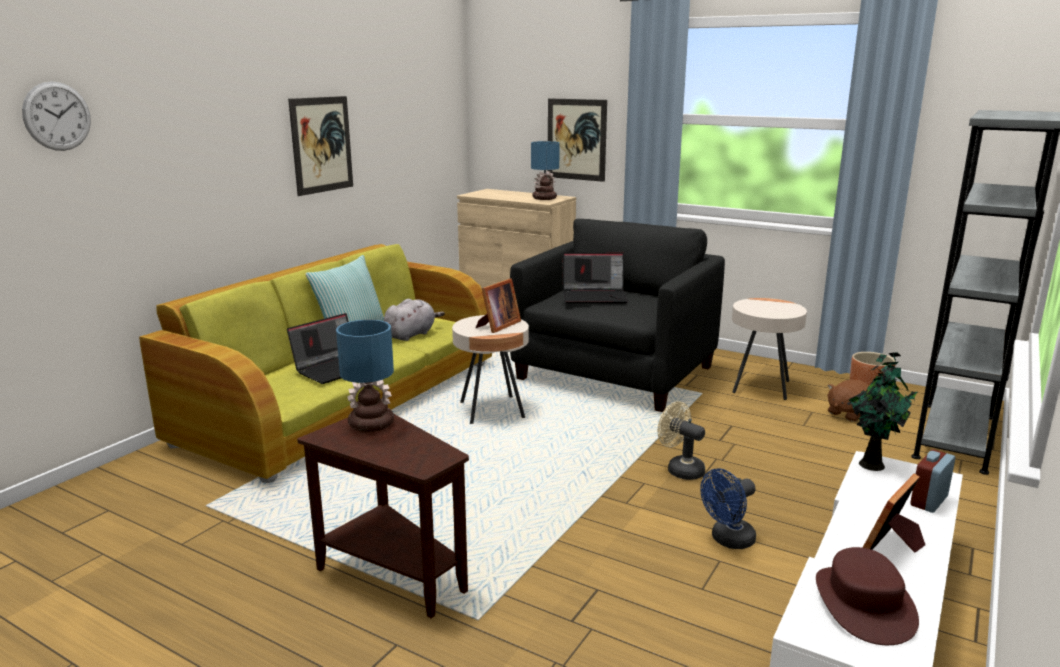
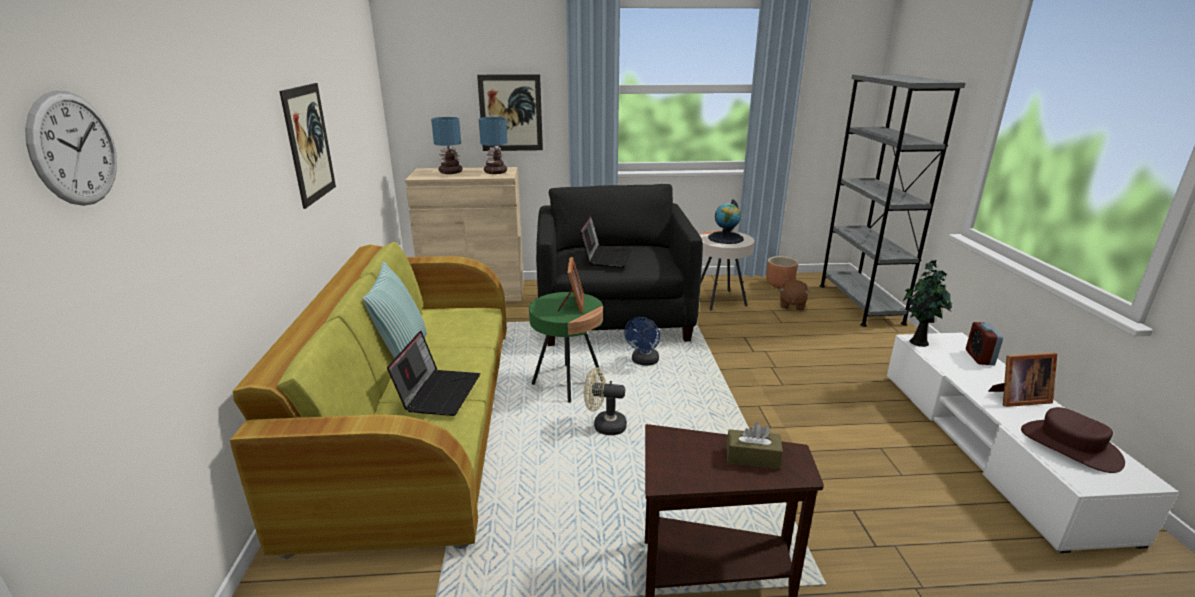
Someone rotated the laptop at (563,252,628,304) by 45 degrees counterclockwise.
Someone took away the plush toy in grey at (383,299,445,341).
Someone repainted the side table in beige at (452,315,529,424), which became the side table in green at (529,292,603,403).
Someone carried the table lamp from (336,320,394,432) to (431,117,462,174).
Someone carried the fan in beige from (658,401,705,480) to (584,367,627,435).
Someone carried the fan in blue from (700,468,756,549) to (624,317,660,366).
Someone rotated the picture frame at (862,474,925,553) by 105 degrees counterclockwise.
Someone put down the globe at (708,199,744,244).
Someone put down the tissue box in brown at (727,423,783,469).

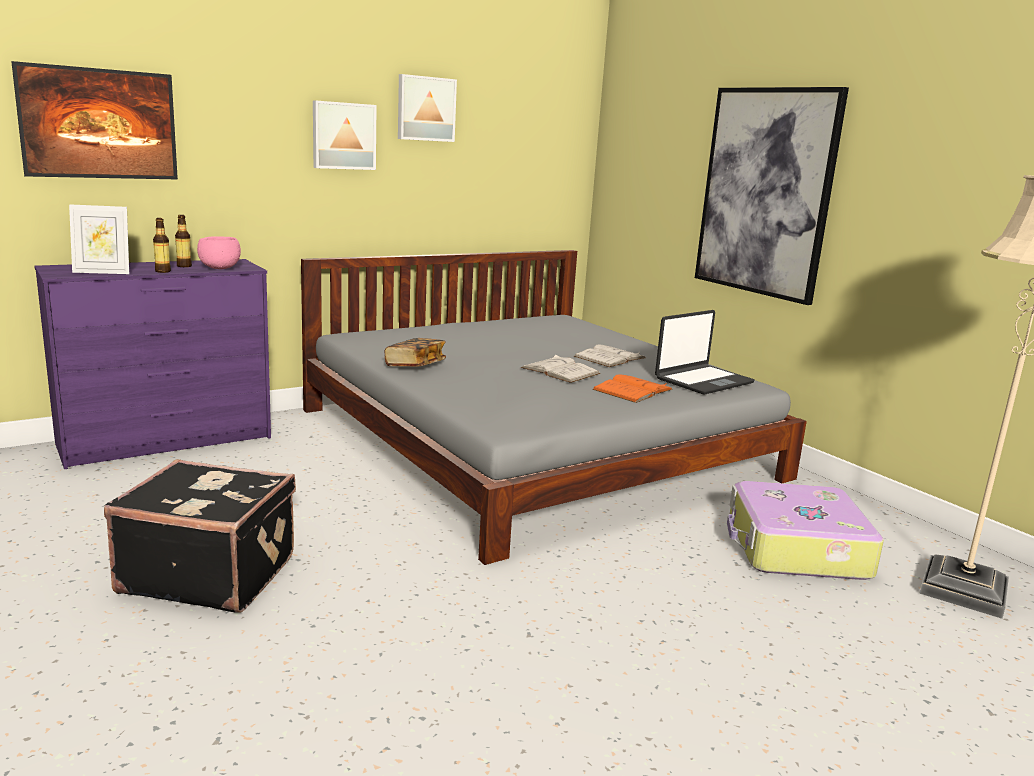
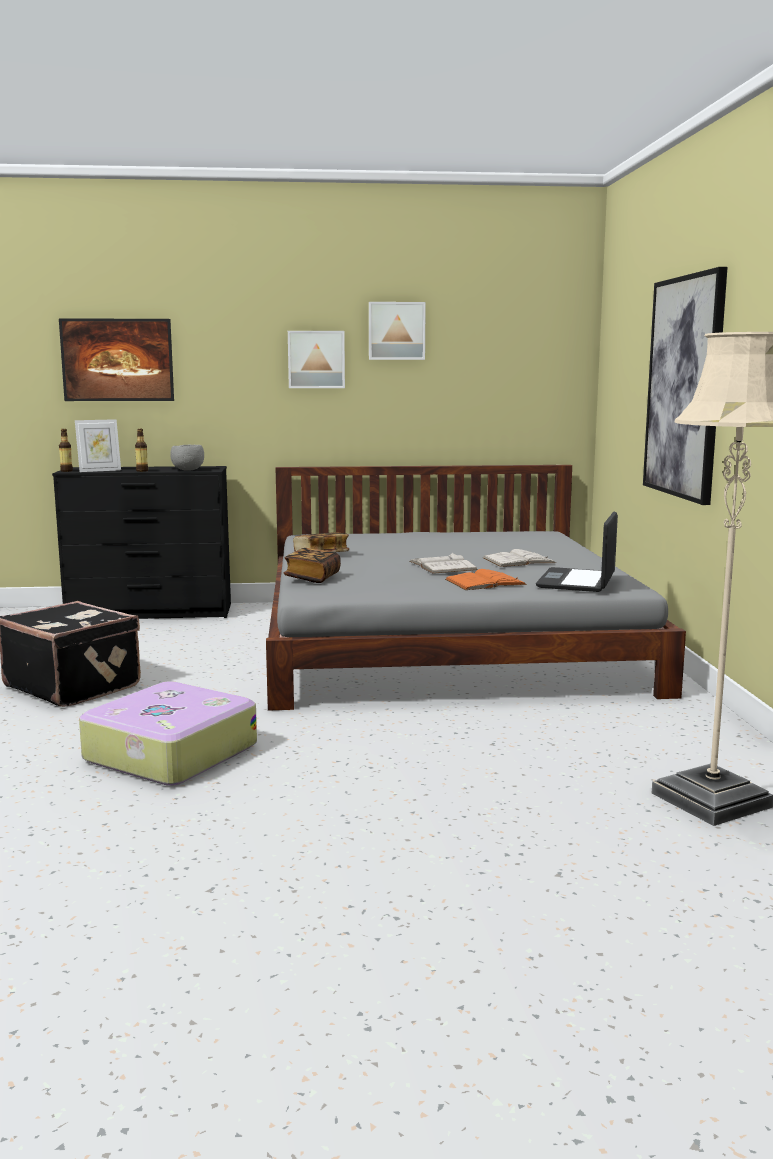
Someone rotated the picture frame at (69,204,129,274) by 45 degrees counterclockwise.
Someone carried the bottle from (175,215,192,267) to (59,429,73,472).
Someone repainted the bowl in pink at (197,236,241,269), which became the bowl in grey at (170,445,204,471).
Someone repainted the dresser in purple at (34,259,271,469), which became the dresser in black at (52,466,231,619).
Someone rotated the laptop at (655,310,755,395) by 120 degrees clockwise.
Someone carried the suitcase from (727,481,884,580) to (79,681,257,786).
Someone put down the book at (284,548,341,583).

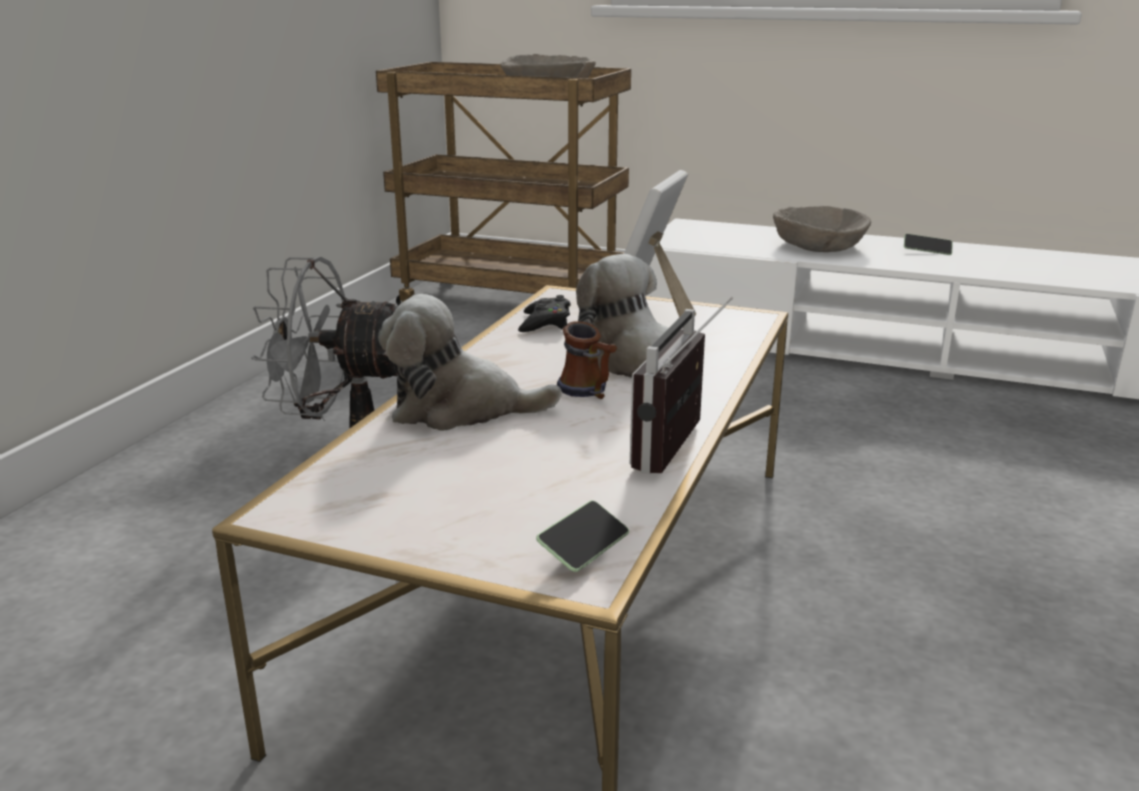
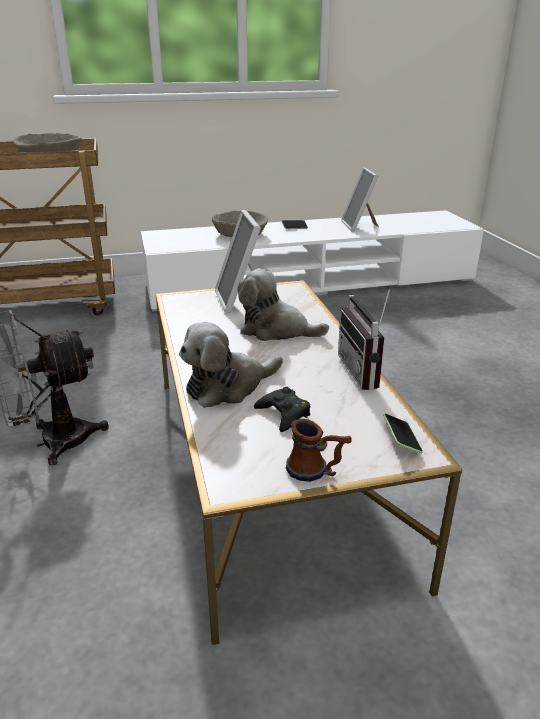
Someone carried the game controller in black from (518,295,571,332) to (254,387,310,432).
Someone carried the mug from (557,321,617,399) to (286,419,352,482).
Someone put down the picture frame at (341,167,379,232).

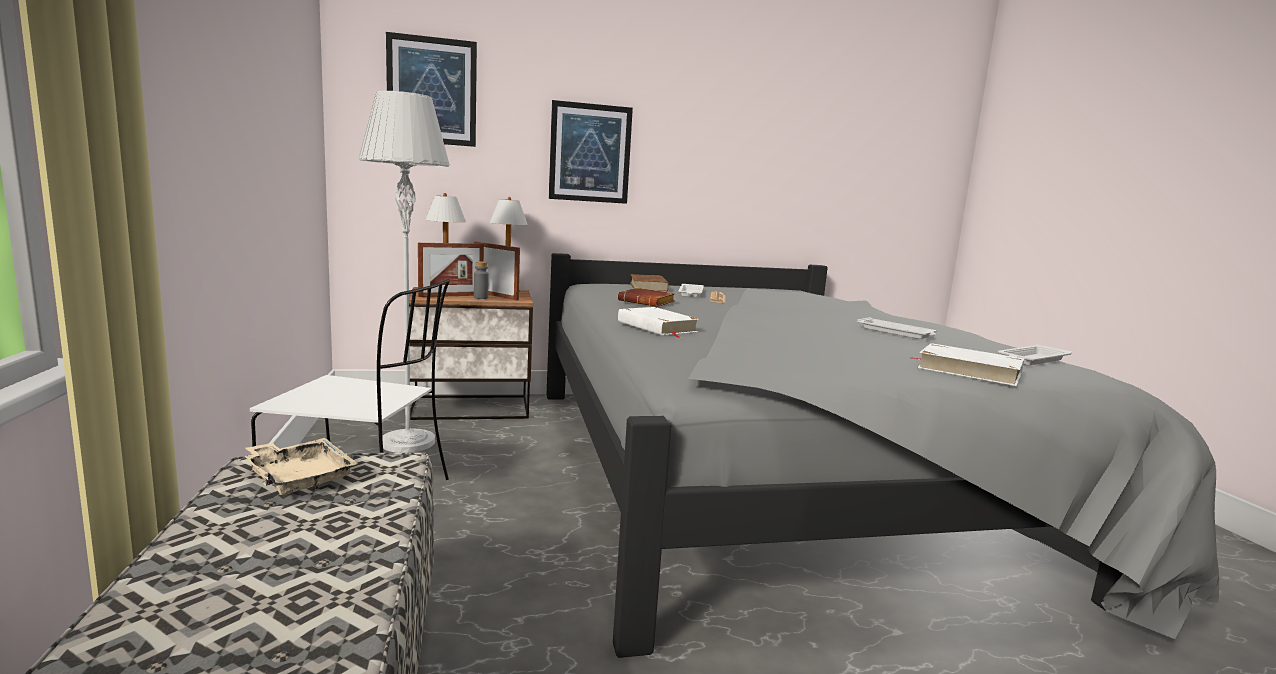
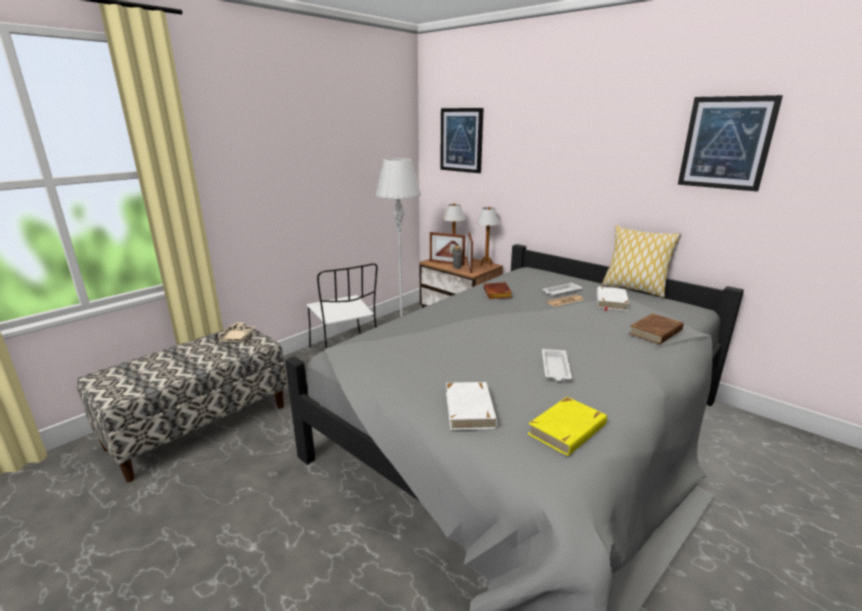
Someone carried the picture from (549,100,633,204) to (678,95,783,192).
Someone carried the book in brown from (630,274,669,291) to (629,313,684,344).
Someone carried the book in white from (618,307,699,338) to (597,286,629,311).
Someone swapped the tray in white at (997,344,1072,365) for the book in yellow at (528,397,607,456).
Someone put down the pillow at (602,226,681,298).

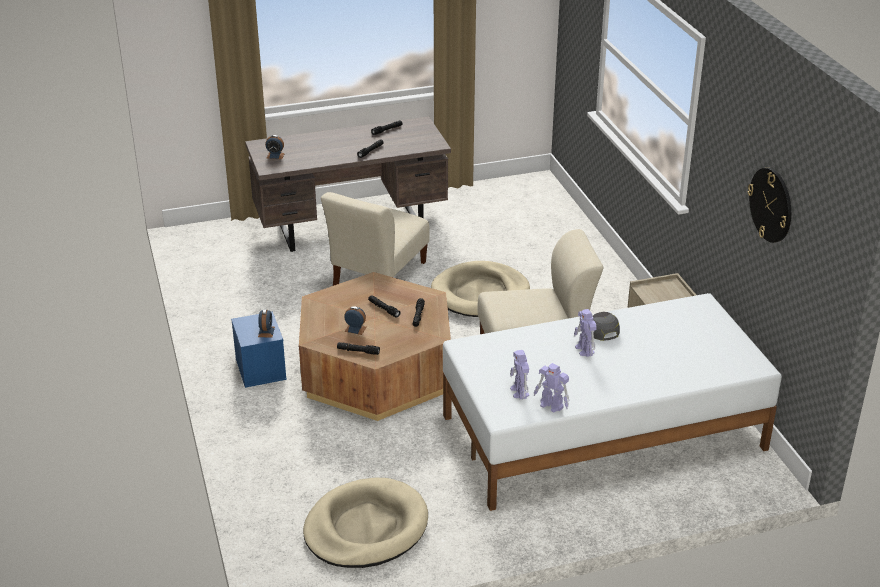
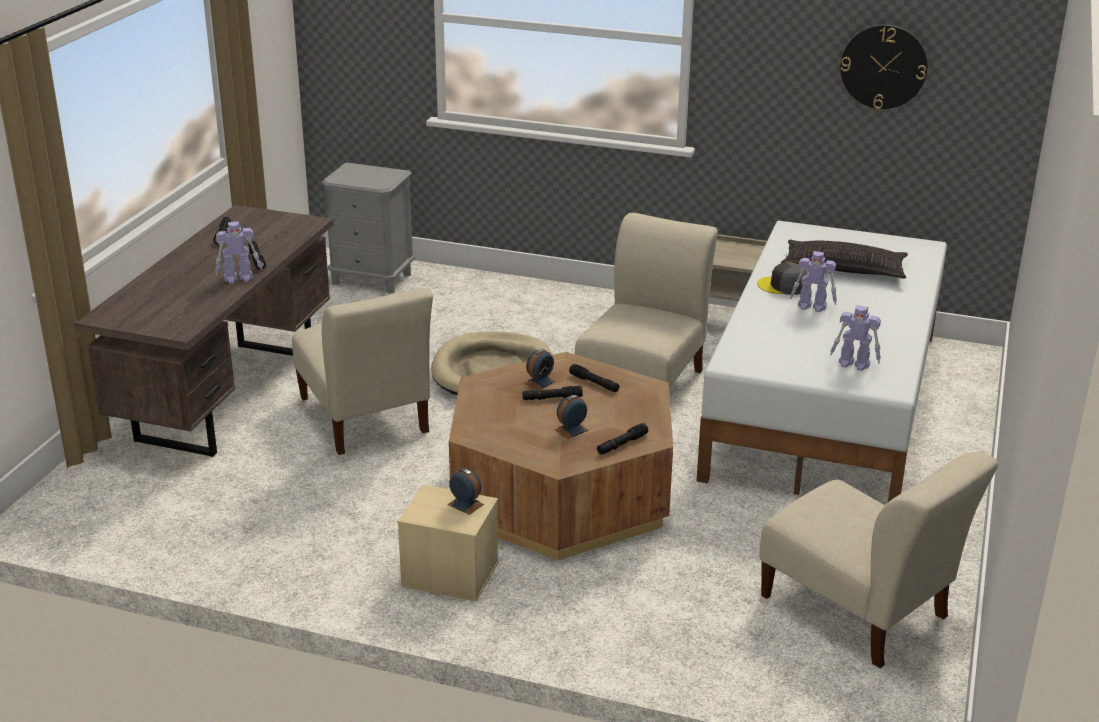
Someone carried the alarm clock from (265,135,285,159) to (524,349,556,390).
Someone repainted the storage box in blue at (231,311,287,388), which became the storage box in beige at (397,485,499,602).
Someone carried the toy robot from (534,363,569,413) to (215,221,262,283).
Someone swapped the dog bed in beige at (303,478,428,568) for the chair in beige at (759,452,998,668).
Someone put down the nightstand in grey at (322,163,415,293).
Someone put down the pillow at (781,240,908,279).

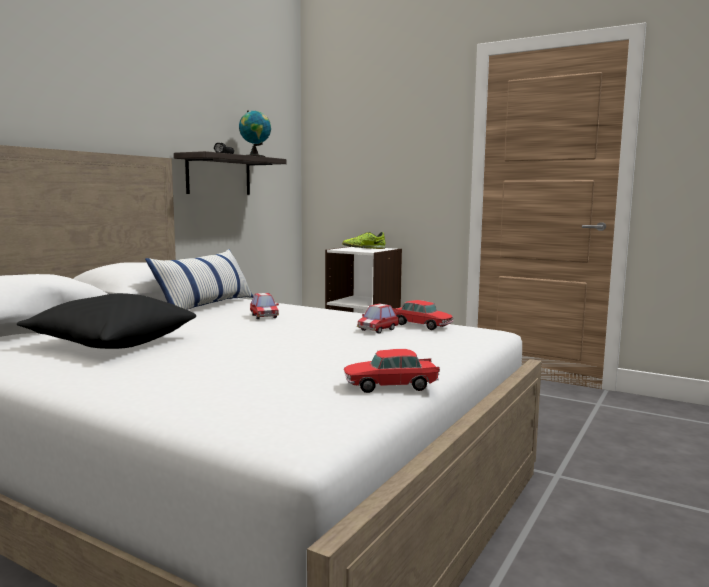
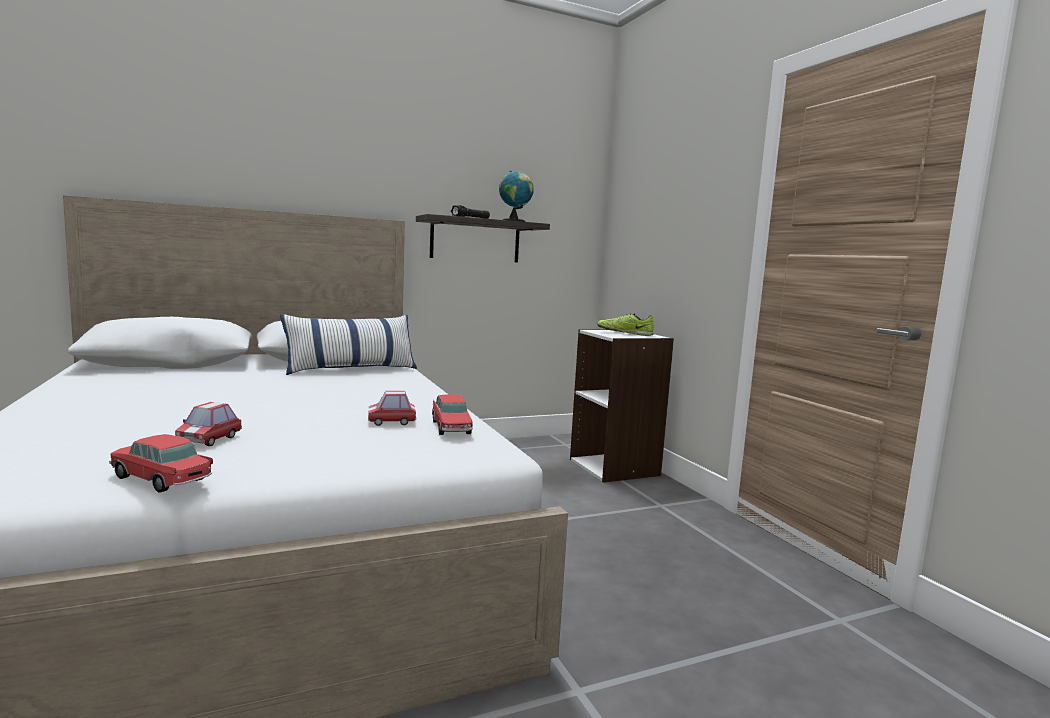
Someone took away the pillow in black at (17,293,196,349).
Someone carried the toy car from (250,293,279,319) to (175,402,242,446).

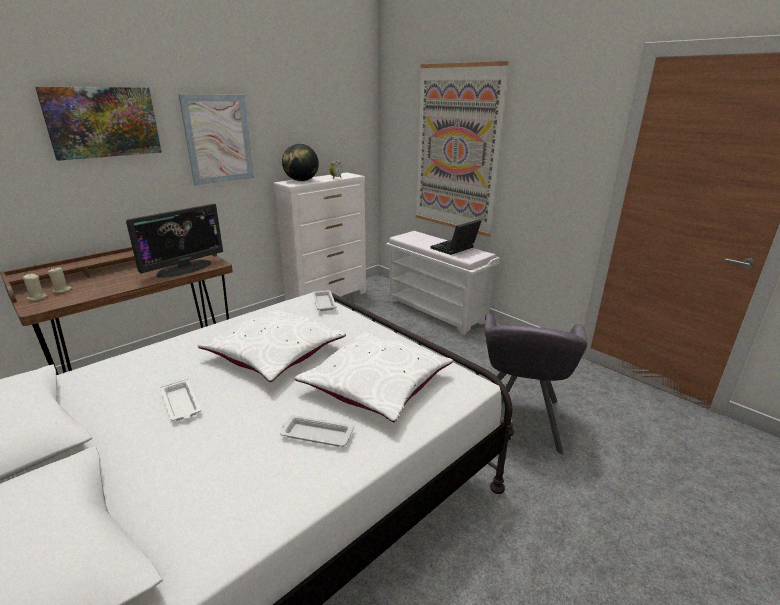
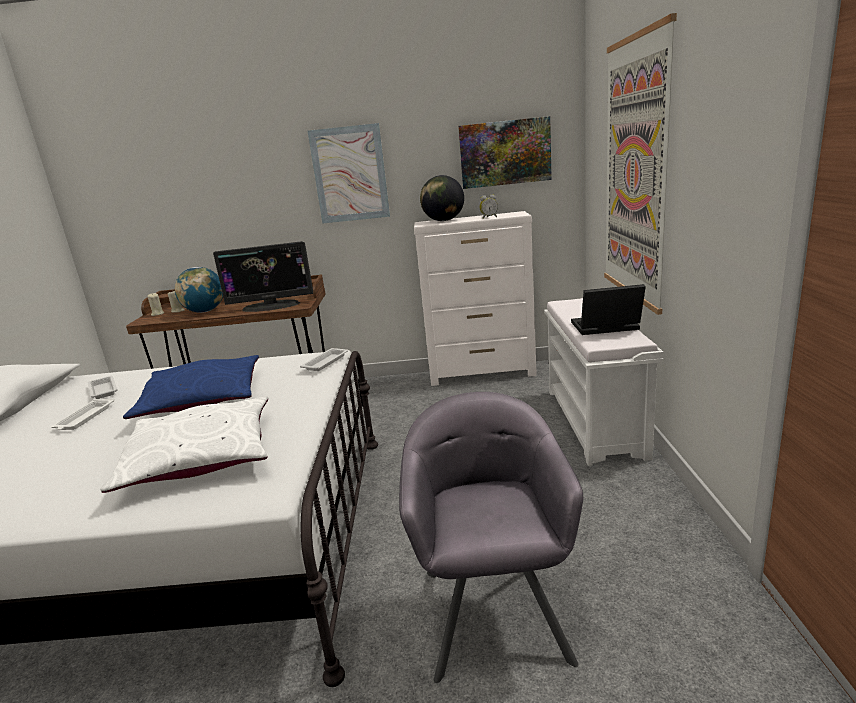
Someone carried the picture from (35,87,162,161) to (458,116,552,189).
Someone repainted the pillow in white at (197,308,346,382), which became the pillow in blue at (123,355,259,419).
Someone rotated the armchair in grey at (485,313,588,455) by 120 degrees clockwise.
Someone carried the tray in white from (280,415,354,447) to (88,376,117,399).
Someone put down the globe at (175,267,223,313).

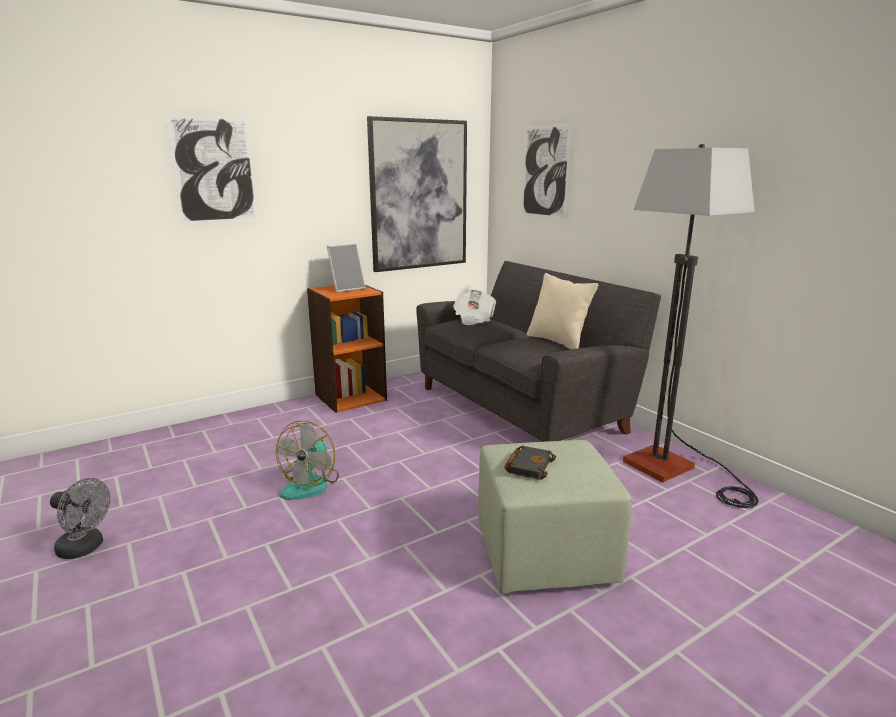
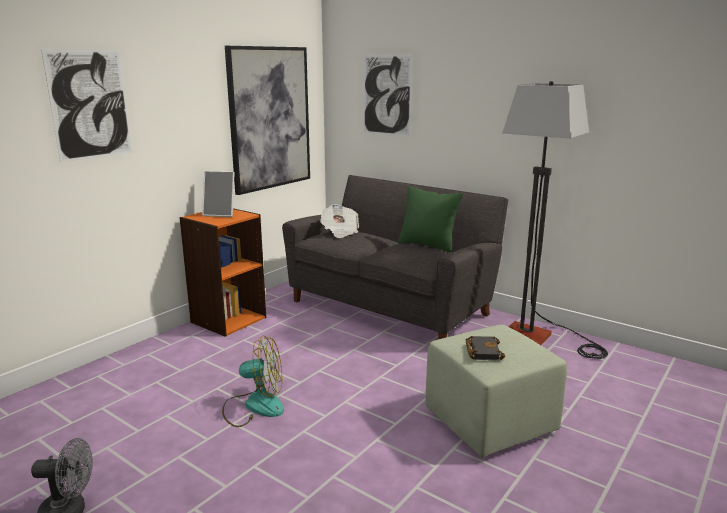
Someone rotated the picture frame at (327,244,365,292) by 60 degrees clockwise.
Someone repainted the pillow in beige at (527,273,598,350), which became the pillow in green at (398,186,463,252).
Someone rotated the fan at (276,420,339,500) by 90 degrees counterclockwise.

